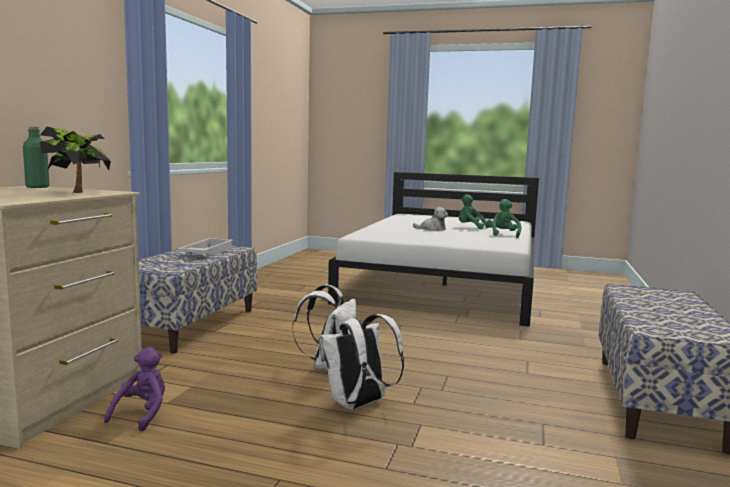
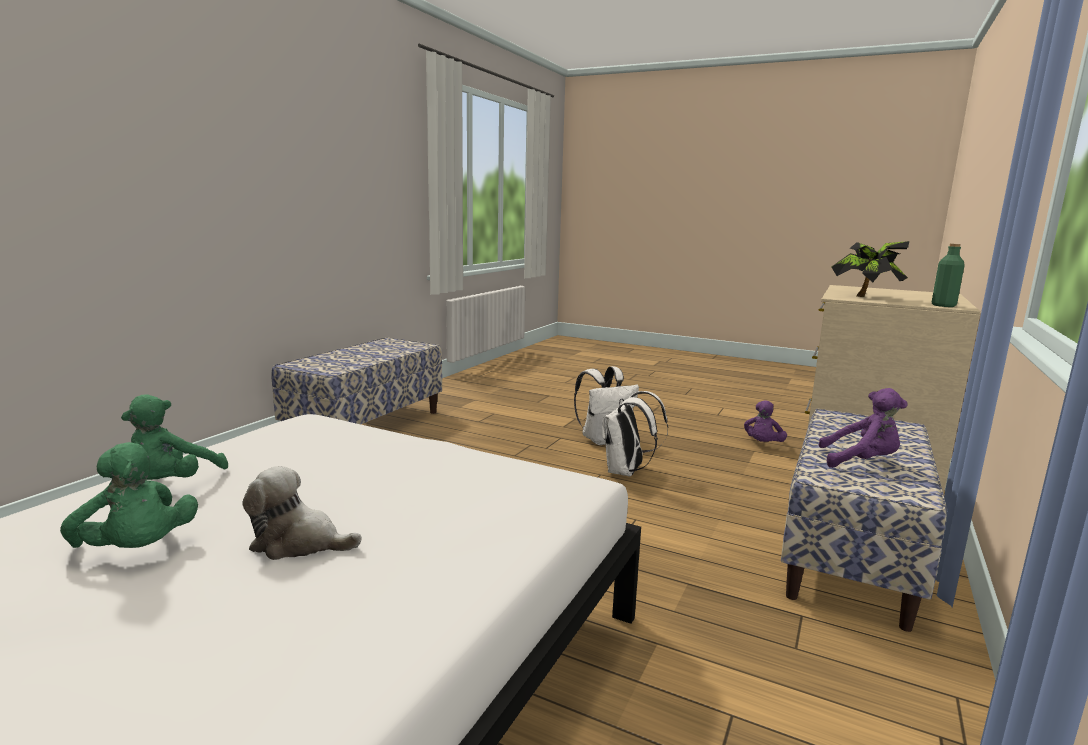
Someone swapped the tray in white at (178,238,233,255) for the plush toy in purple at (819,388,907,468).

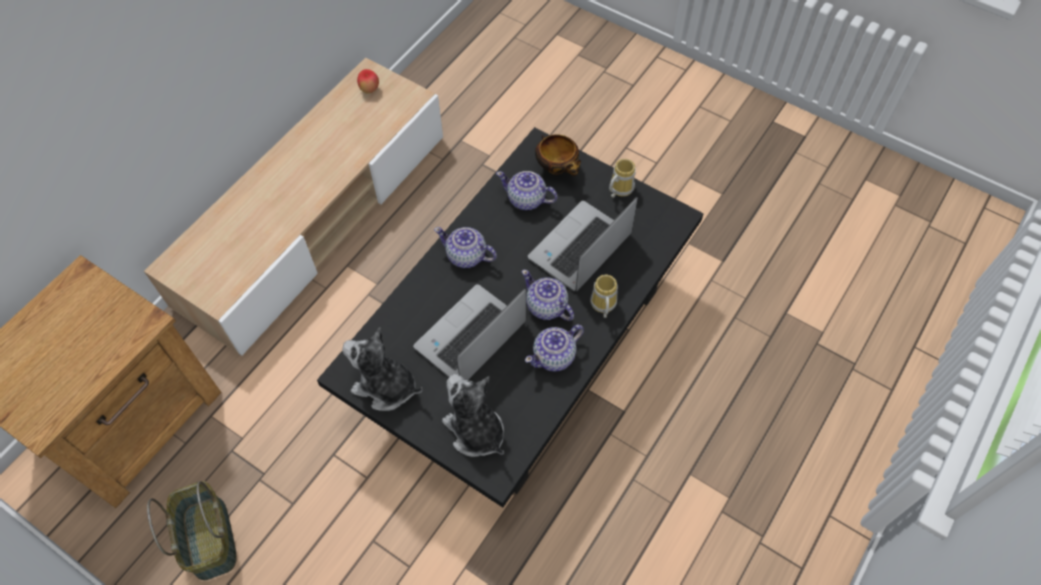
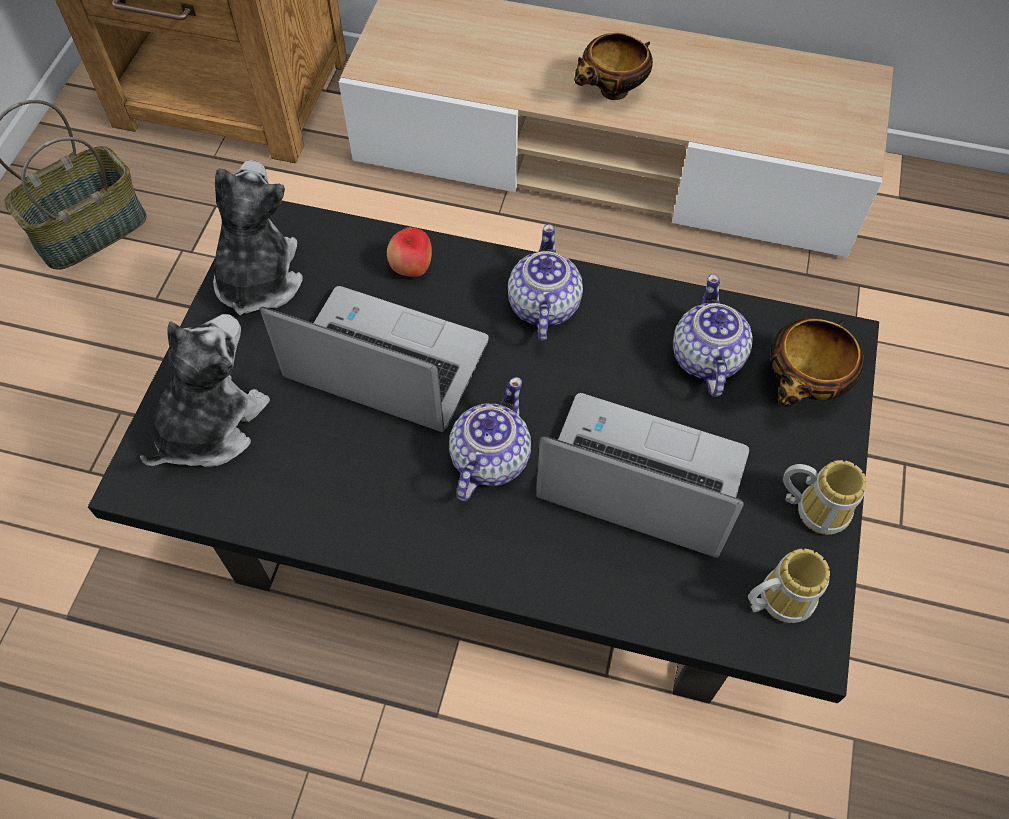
Someone carried the apple from (357,69,379,94) to (387,227,432,277).
Someone carried the mug from (590,274,618,318) to (748,548,830,623).
Someone took away the teapot at (525,325,584,372).
Someone put down the bowl at (574,33,653,100).

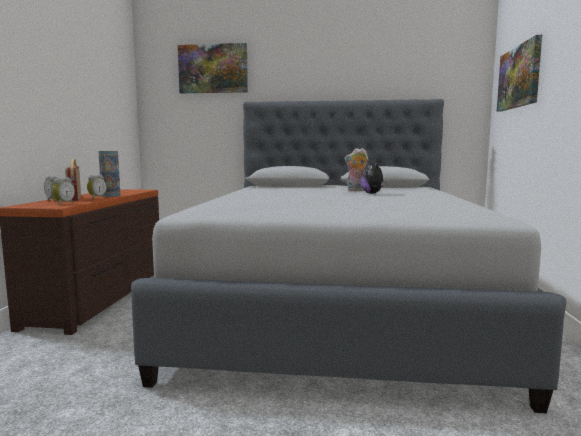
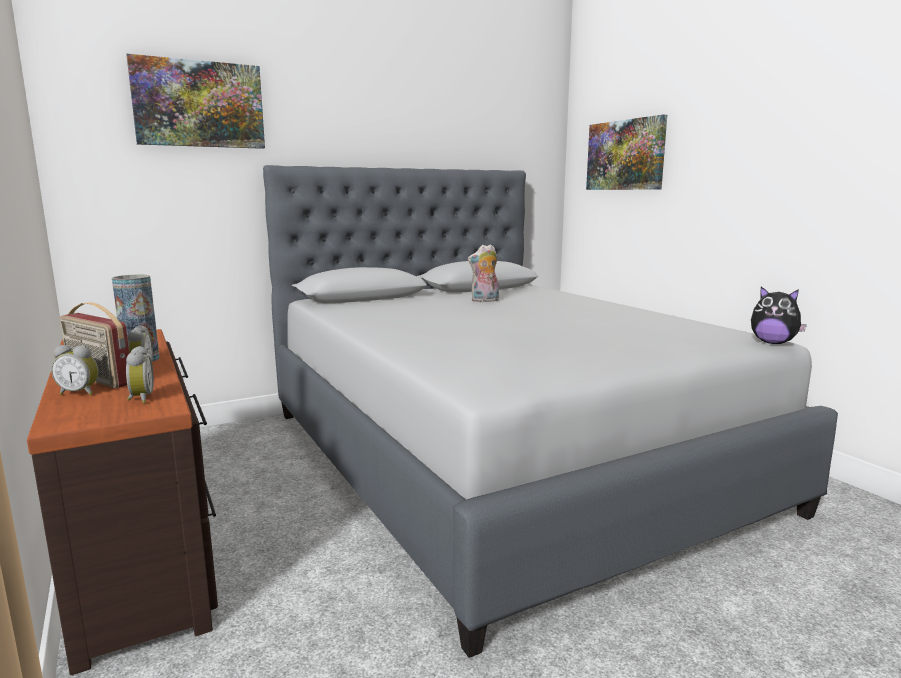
Someone carried the plush toy from (360,160,387,194) to (751,286,807,344).

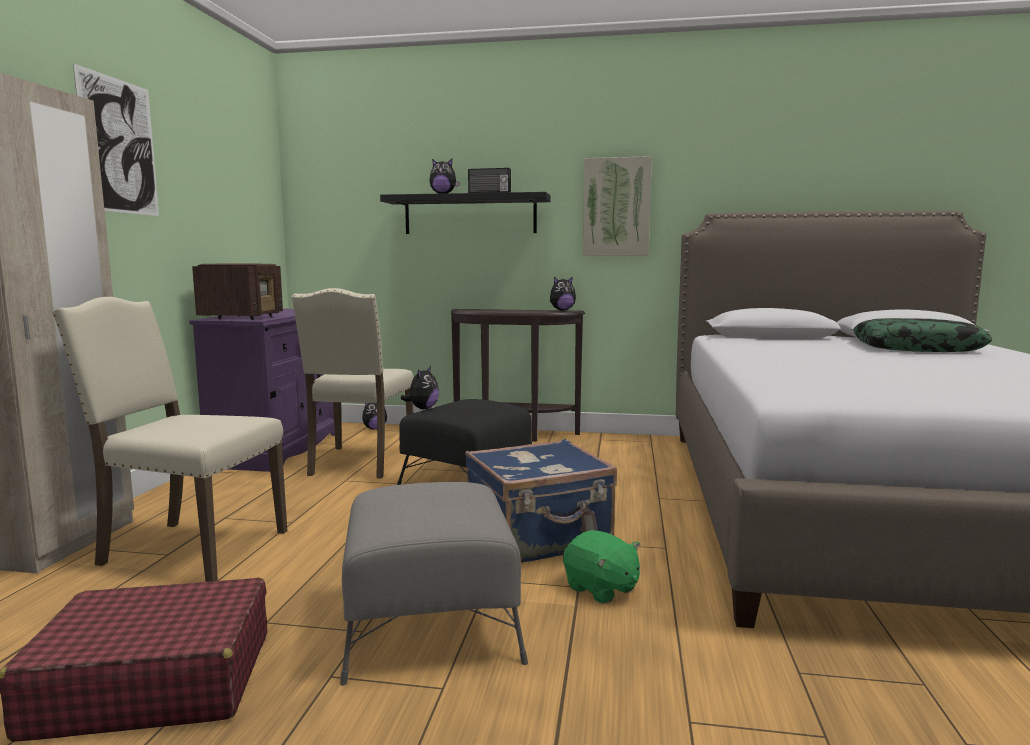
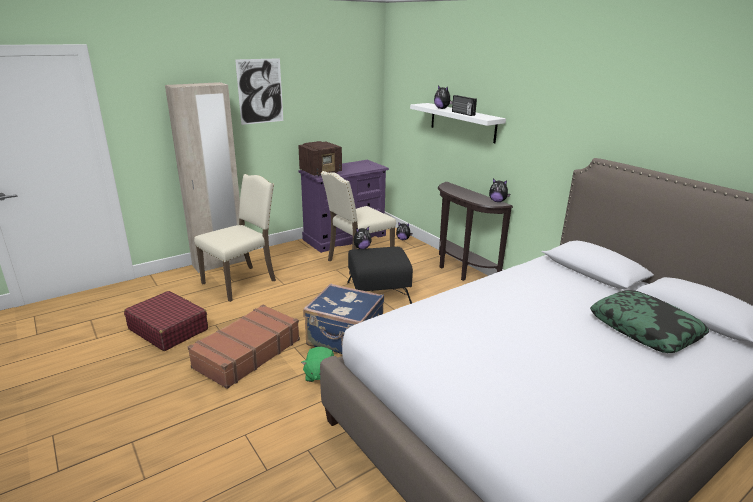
Someone took away the picture at (583,156,652,256).
Someone repainted the shelf in black at (380,192,551,234), which became the shelf in white at (410,103,506,143).
Someone rotated the chair in beige at (52,297,287,582) by 75 degrees clockwise.
Someone swapped the ottoman in grey at (340,482,528,685) for the suitcase in brown at (188,304,300,389).

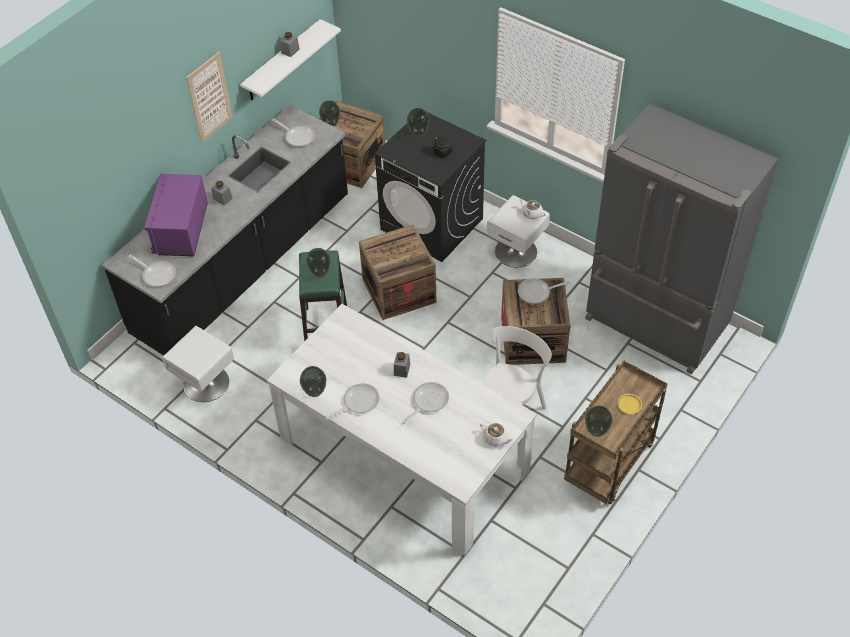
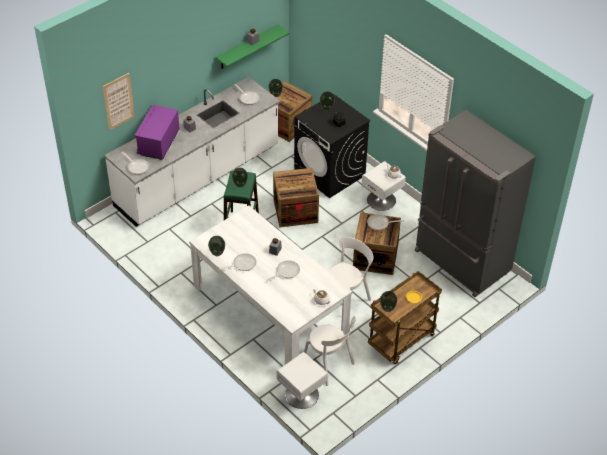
Someone repainted the shelf in white at (240,19,341,100), which became the shelf in green at (215,24,290,69).
Someone carried the picture from (186,52,233,142) to (103,73,135,130).
Someone repainted the counter in black at (102,105,348,355), which became the counter in white at (104,77,280,227).
Someone carried the nightstand in white from (162,326,234,402) to (277,352,327,409).
Someone put down the chair in white at (304,316,356,386).

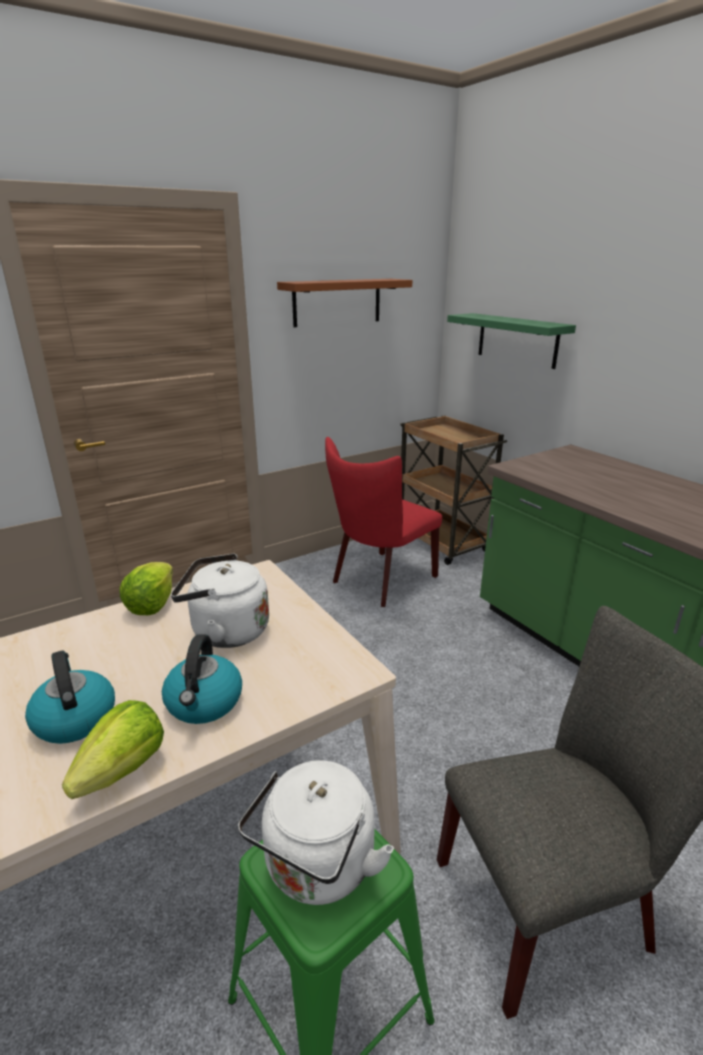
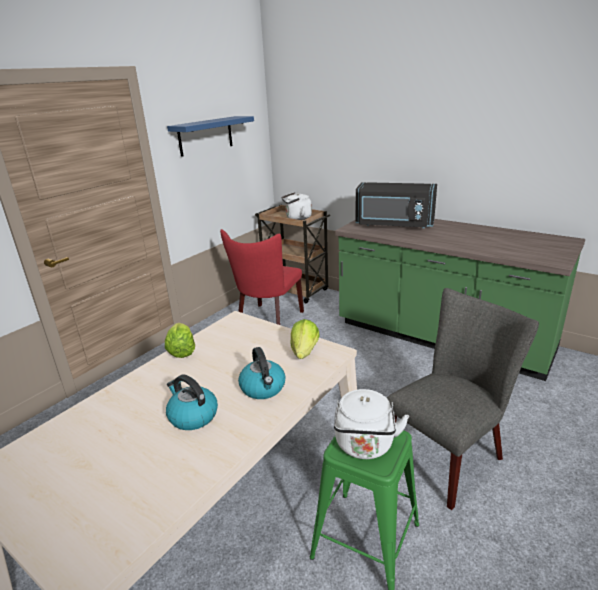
Someone repainted the shelf in brown at (277,279,412,327), which became the shelf in blue at (167,116,254,157).
Someone took away the shelf in green at (447,313,576,369).
Someone carried the kettle in white from (171,554,269,648) to (281,192,312,220).
Someone carried the lettuce from (62,700,164,799) to (290,319,320,359).
Someone put down the microwave in black at (356,182,437,228).

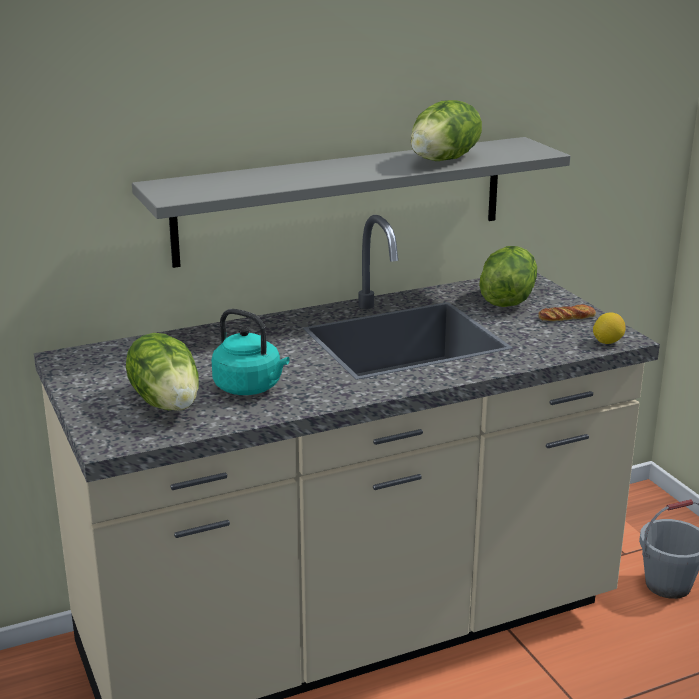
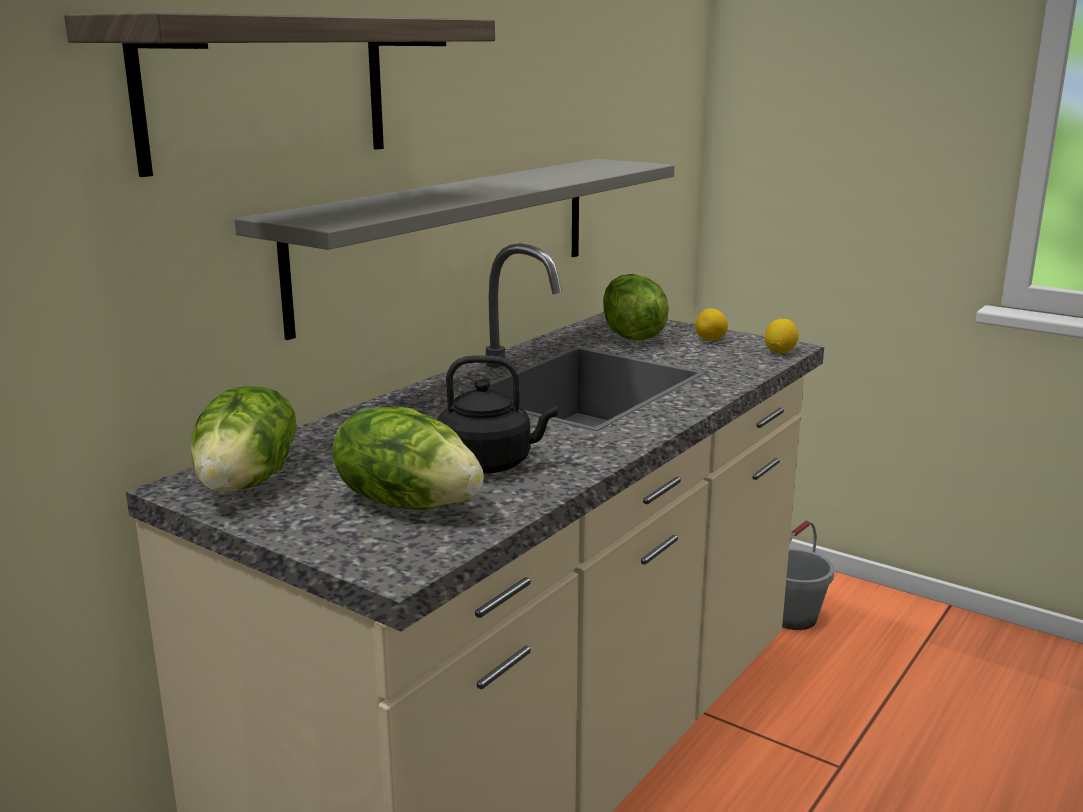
Someone carried the lettuce from (411,100,482,161) to (191,386,297,493).
Someone swapped the bread at (539,304,596,321) for the lemon at (695,309,728,341).
Someone repainted the kettle in turquoise at (212,309,290,395), which became the kettle in black at (438,355,558,474).
Someone put up the shelf at (64,13,495,177).

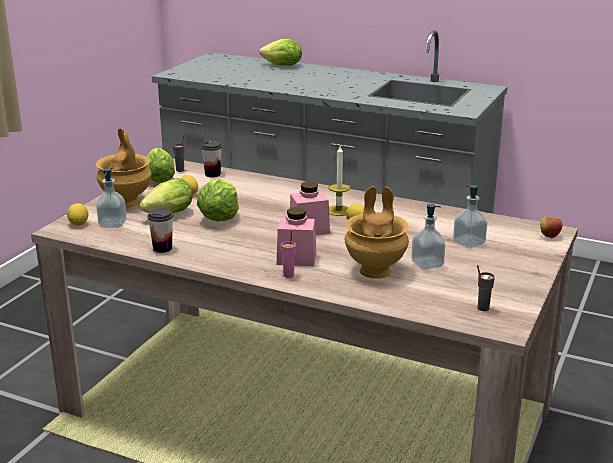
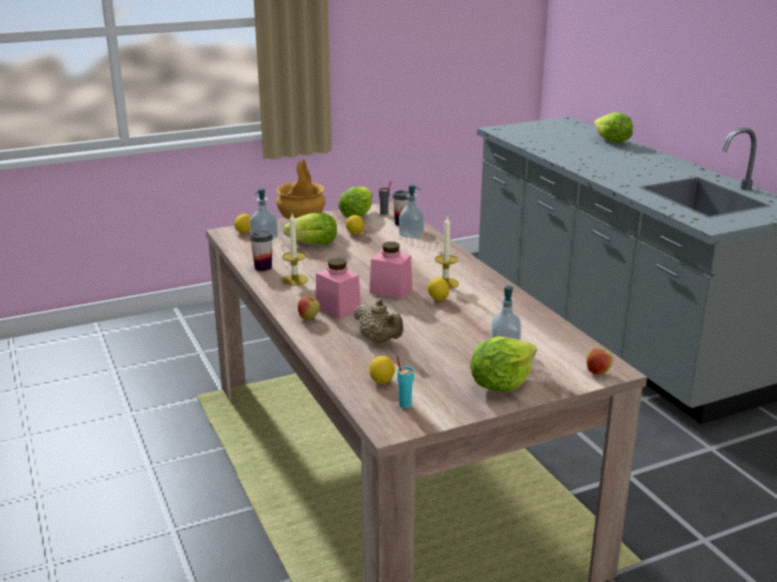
Someone carried the lettuce from (197,179,239,222) to (470,336,537,392).
Someone swapped the vase in brown at (345,186,409,279) for the teapot in beige at (354,299,403,343).
Someone carried the soap dispenser from (411,204,445,270) to (399,185,424,238).
Someone swapped the cup in pink at (281,231,296,278) for the apple at (298,296,320,320).
Someone repainted the cup in grey at (477,265,495,311), which became the cup in turquoise at (397,356,414,408).
Someone put down the candle at (282,214,308,285).
Someone put down the lemon at (369,356,395,384).

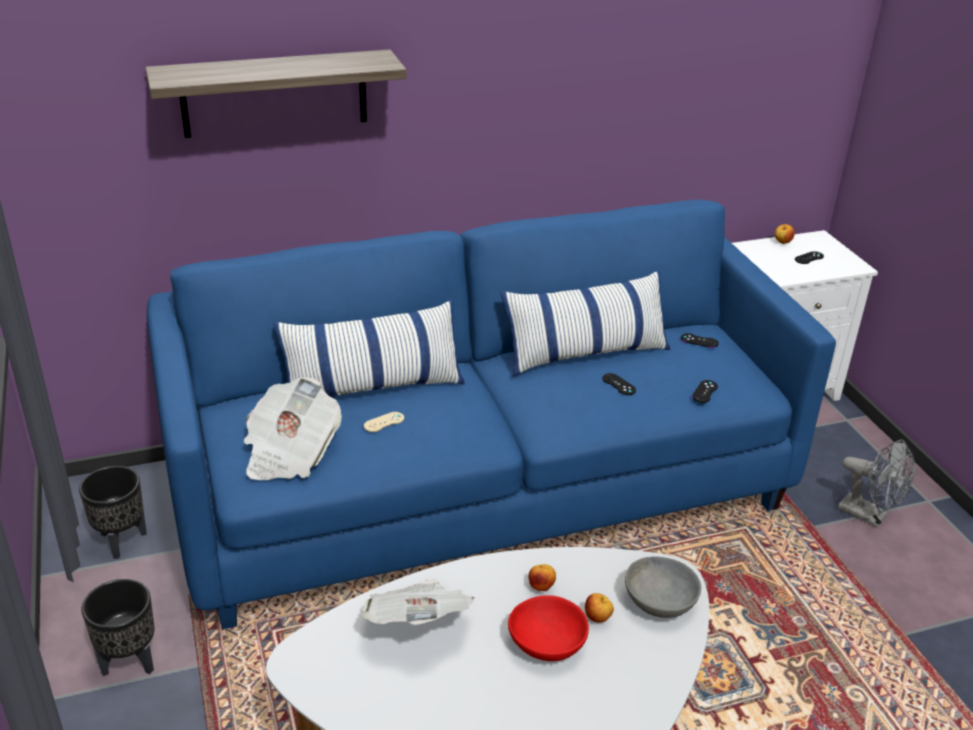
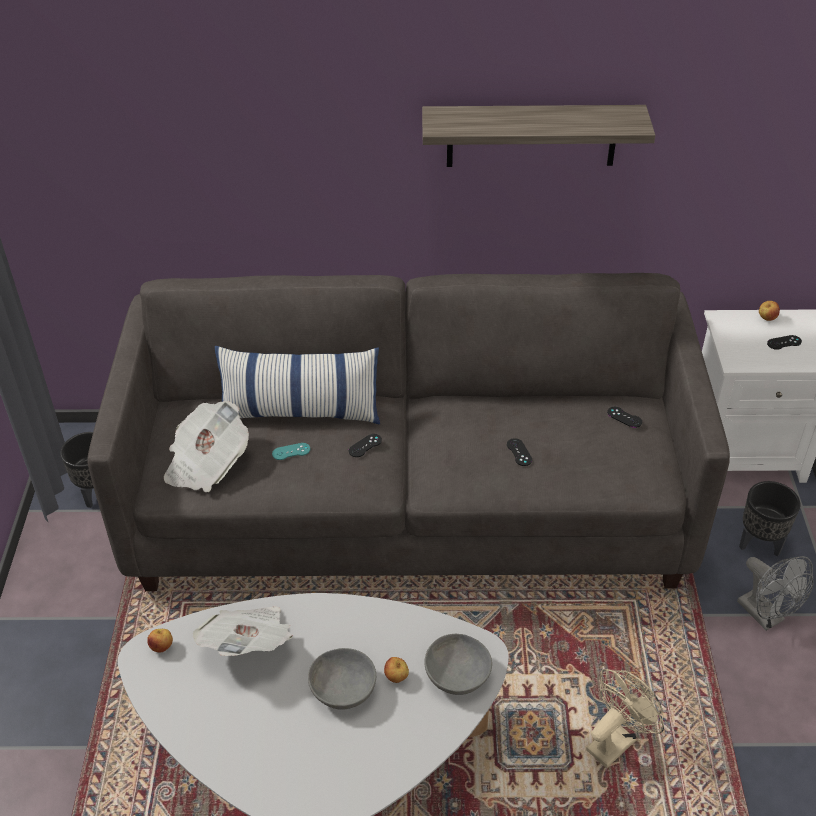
Someone carried the shelf from (145,49,407,138) to (422,105,655,167).
Someone repainted the sofa in blue at (147,200,836,629), which became the sofa in grey at (87,273,730,591).
Someone took away the pillow at (501,270,670,376).
Someone carried the game controller in black from (692,380,718,403) to (349,434,382,457).
Someone repainted the game controller in beige at (364,412,404,432), which became the game controller in turquoise at (272,443,310,460).
Someone carried the apple from (529,564,556,591) to (147,629,173,653).
Someone carried the planter in black from (81,579,155,676) to (739,481,800,557).
Someone repainted the bowl in red at (508,595,589,661), which became the bowl in grey at (308,648,376,710).
Someone put down the fan in beige at (586,669,664,768).

